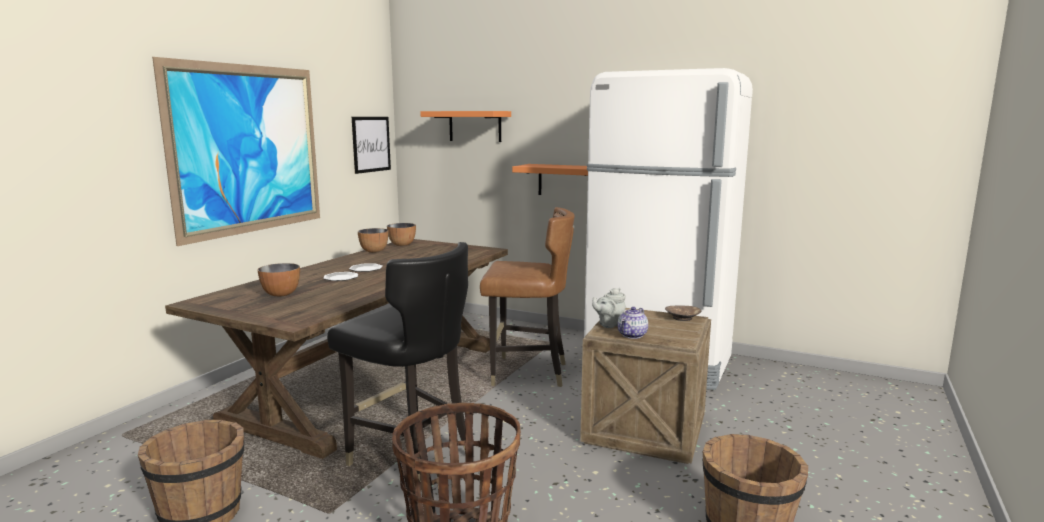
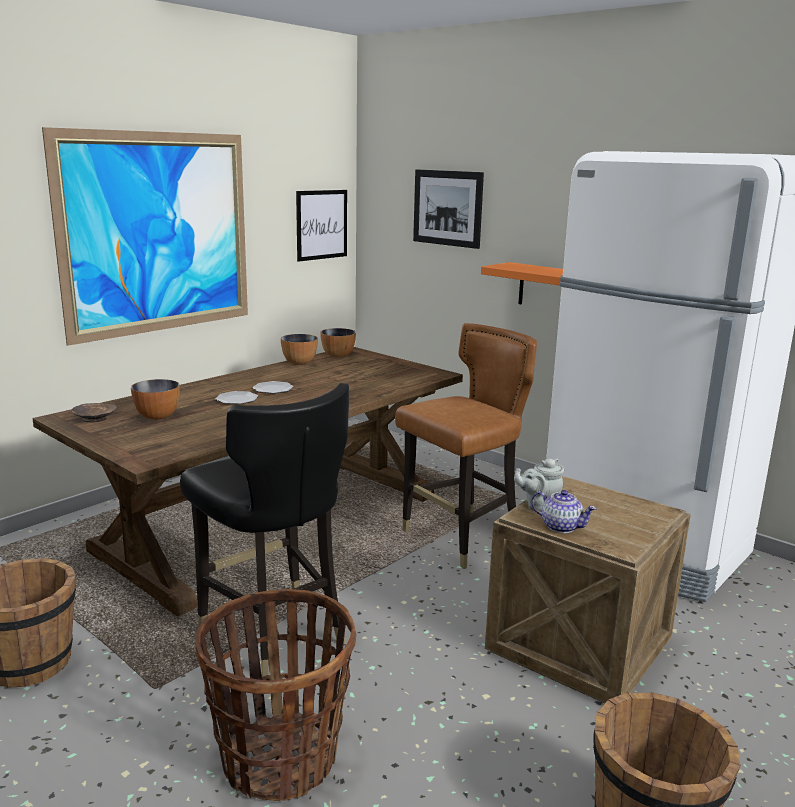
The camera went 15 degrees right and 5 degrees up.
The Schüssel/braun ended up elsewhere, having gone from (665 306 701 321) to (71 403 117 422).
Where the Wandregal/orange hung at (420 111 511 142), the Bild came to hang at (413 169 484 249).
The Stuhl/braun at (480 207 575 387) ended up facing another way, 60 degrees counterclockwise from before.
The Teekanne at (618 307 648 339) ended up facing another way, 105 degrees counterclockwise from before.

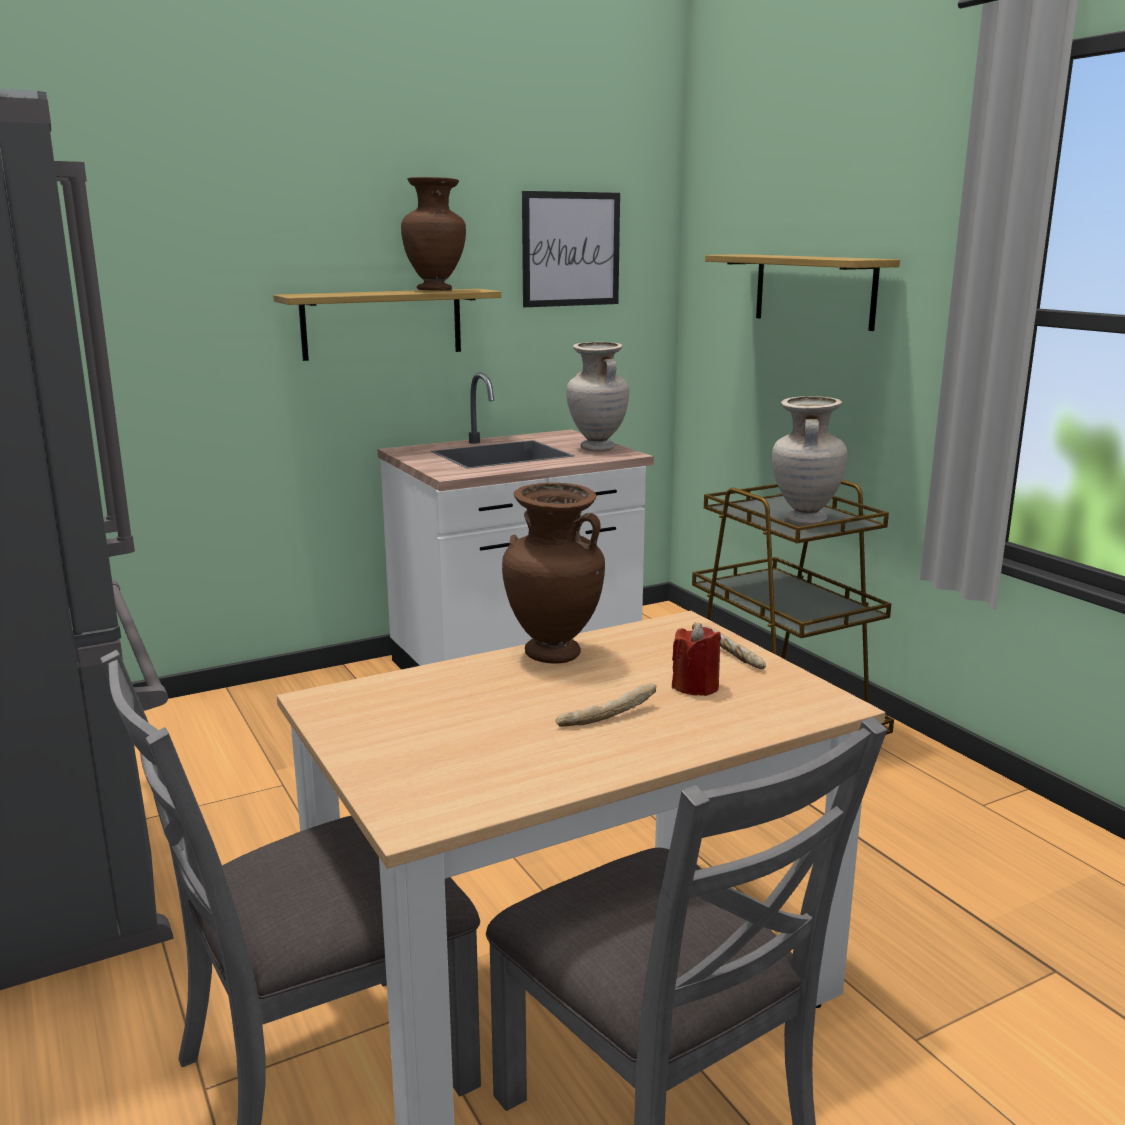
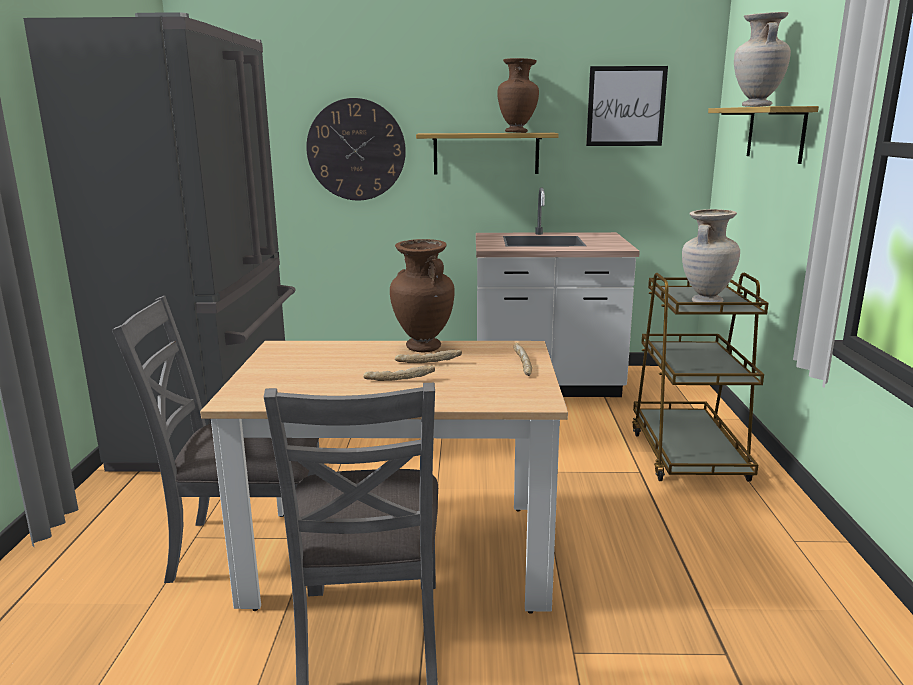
The camera went 30 degrees right and 0 degrees up.
The second view lost the Kerze/rot at (672 623 721 696).
The second view gained the Wanduhr at (306 98 406 200).
The second view gained the Brot at (395 350 462 363).
The Vase/beige ended up elsewhere, having gone from (566 342 629 452) to (734 12 791 107).

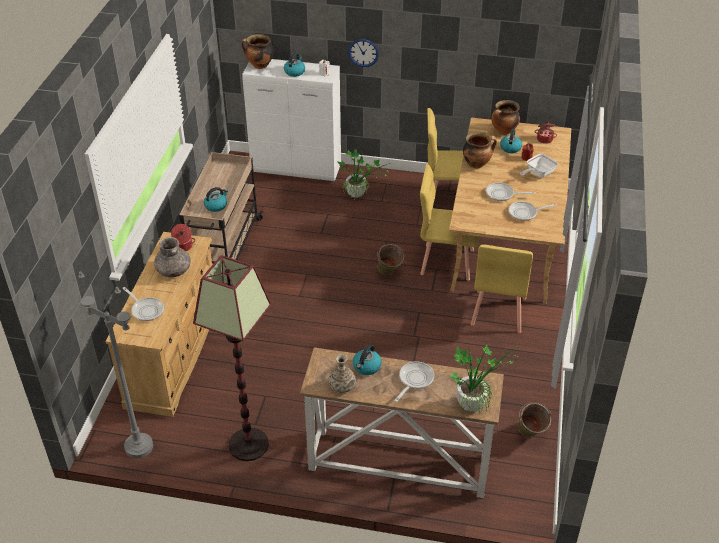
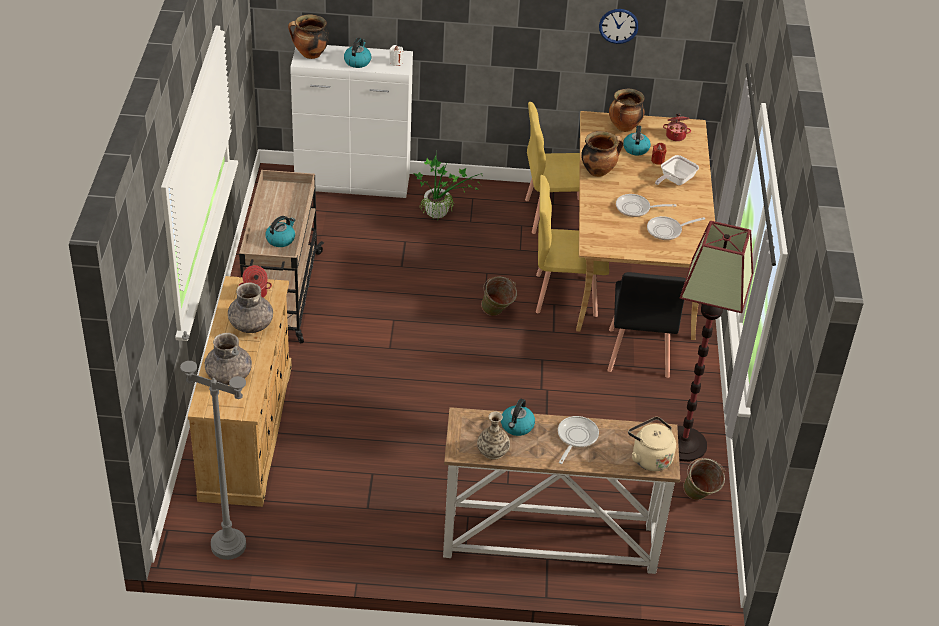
The camera went 10 degrees left and 0 degrees up.
The Stehlampe ended up elsewhere, having gone from (193 255 272 461) to (677 221 753 462).
The Wanduhr ended up elsewhere, having gone from (348 39 379 67) to (599 9 639 44).
Where the Pfanne stood at (122 287 164 321), the Vase/grau came to stand at (205 333 252 385).
Where the Topfpflanze stood at (448 343 521 415), the Wasserkessel/beige came to stand at (628 417 676 471).
What was the Stuhl/gelb at (471 245 533 333) turned into the Stuhl/schwarz at (607 272 686 378).

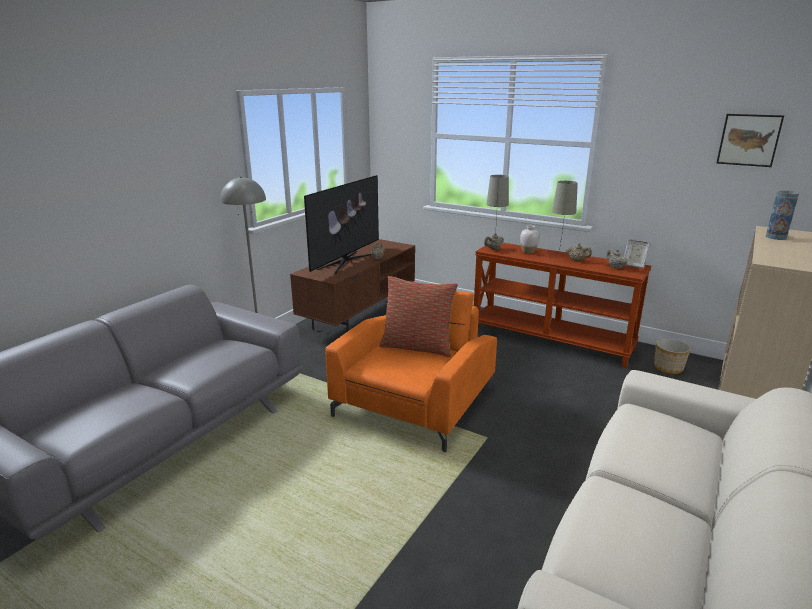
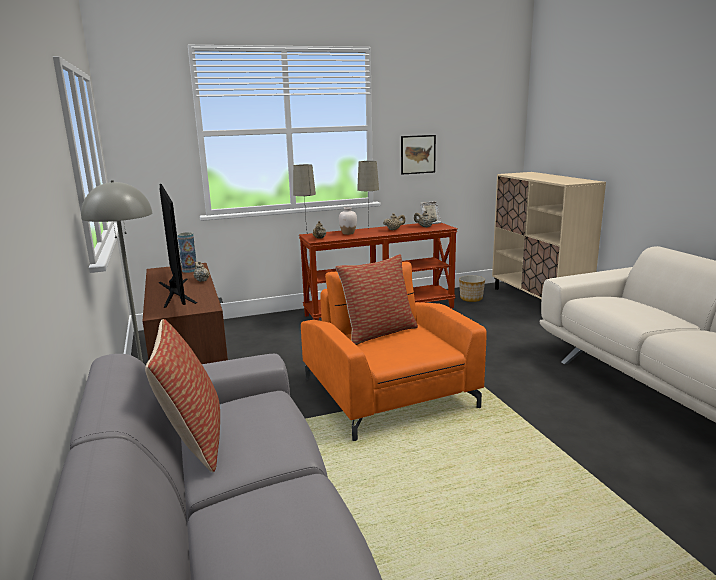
The camera went 50 degrees left and 5 degrees down.
The second view gained the Kissen at (145 319 220 472).
The Bild ended up elsewhere, having gone from (716 114 784 167) to (401 135 436 175).
The Vase ended up elsewhere, having gone from (766 191 799 240) to (177 232 197 273).

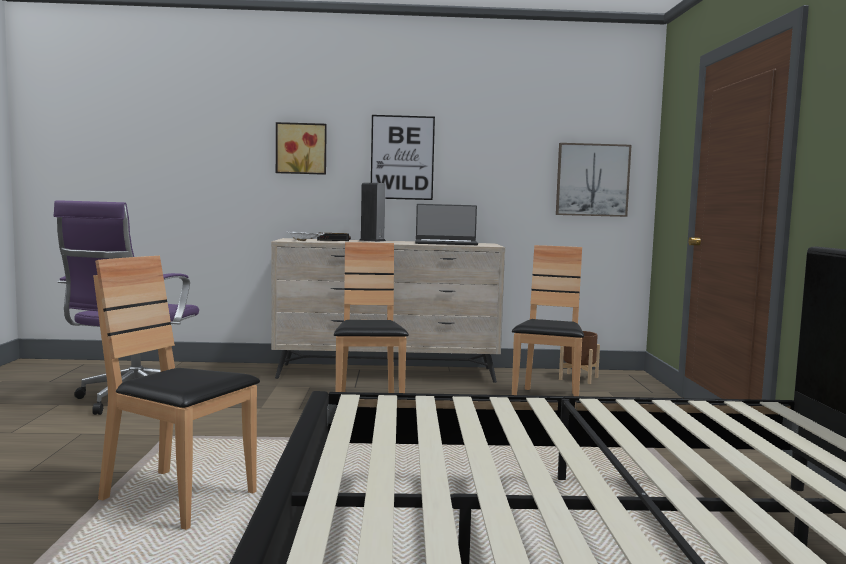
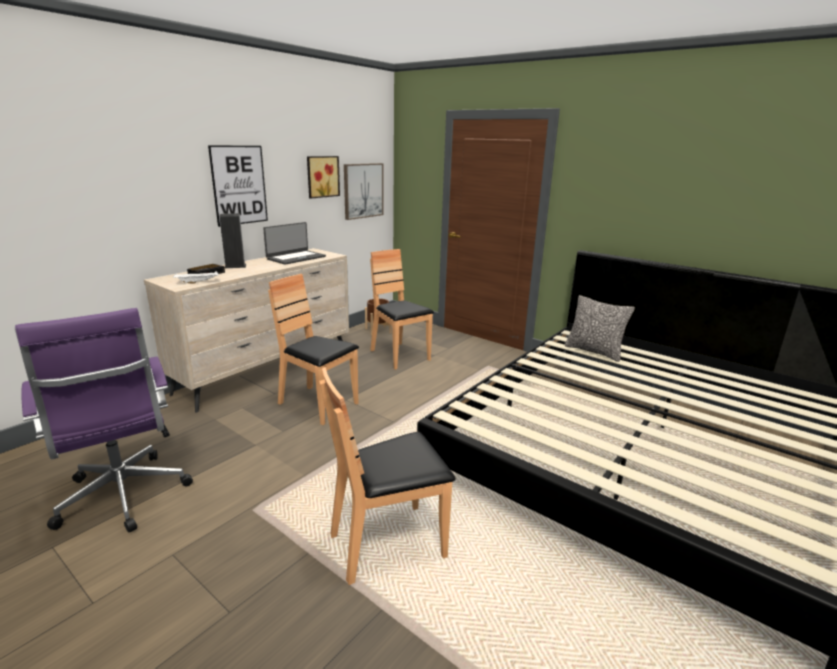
The camera went 50 degrees left and 15 degrees up.
The second view gained the Kissen at (565 295 635 362).
The Bild ended up elsewhere, having gone from (276 122 327 175) to (307 156 340 199).

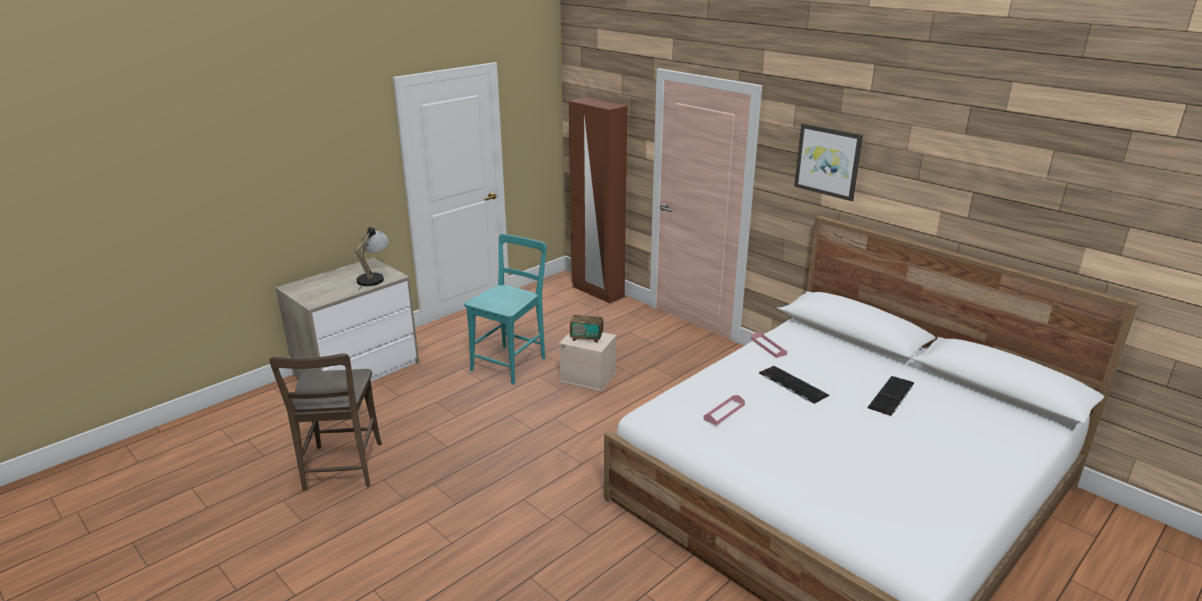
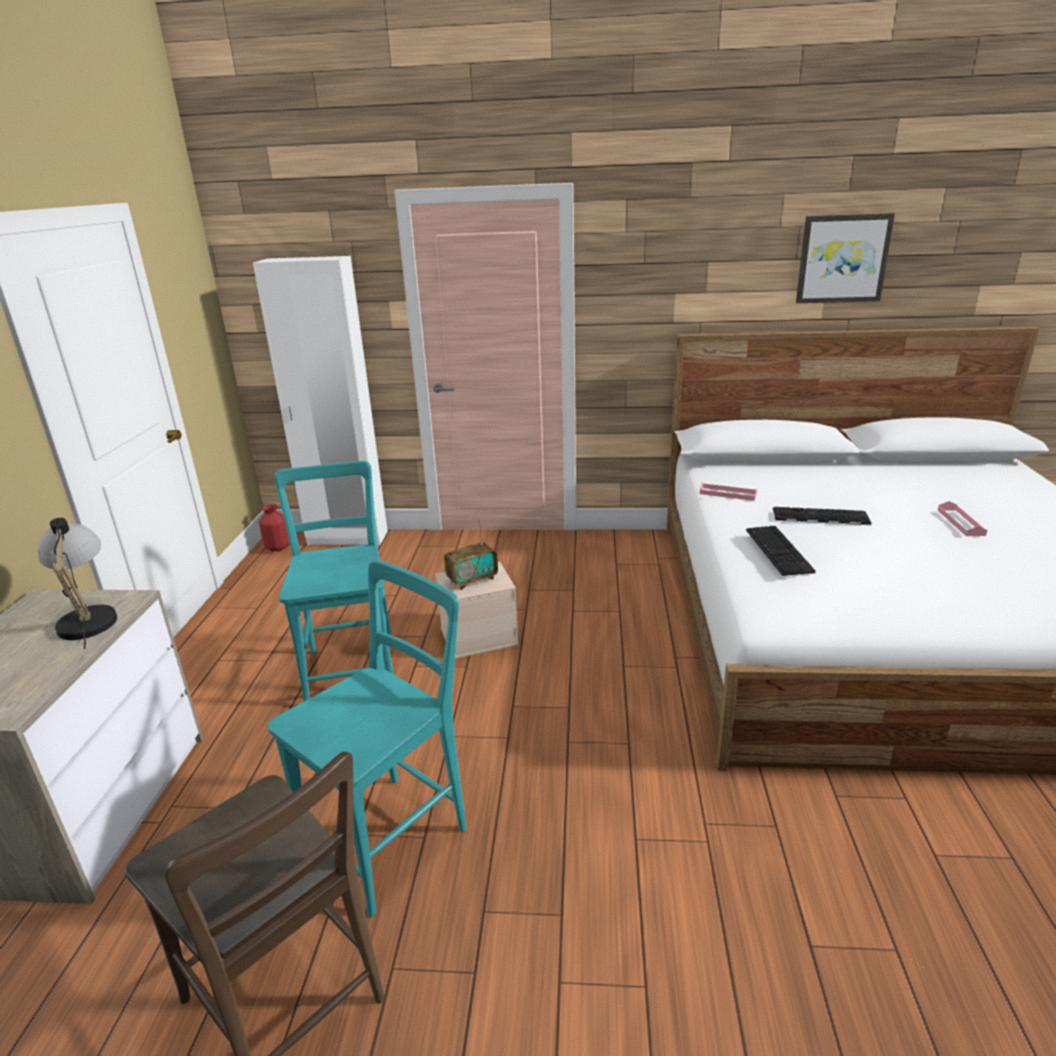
The camera went 40 degrees left and 0 degrees up.
The second view gained the Vase/rot at (259 504 290 551).
The second view gained the Stuhl/türkis at (268 559 467 917).
The Tablett/rosa ended up elsewhere, having gone from (704 395 745 425) to (937 501 987 536).
The Bild ended up elsewhere, having gone from (794 123 863 201) to (796 213 895 303).
The Tastatur ended up elsewhere, having gone from (868 376 914 416) to (746 526 816 576).
What was the Kleiderschrank/braun at (569 97 627 304) turned into the Kleiderschrank/weiß at (253 256 388 545).

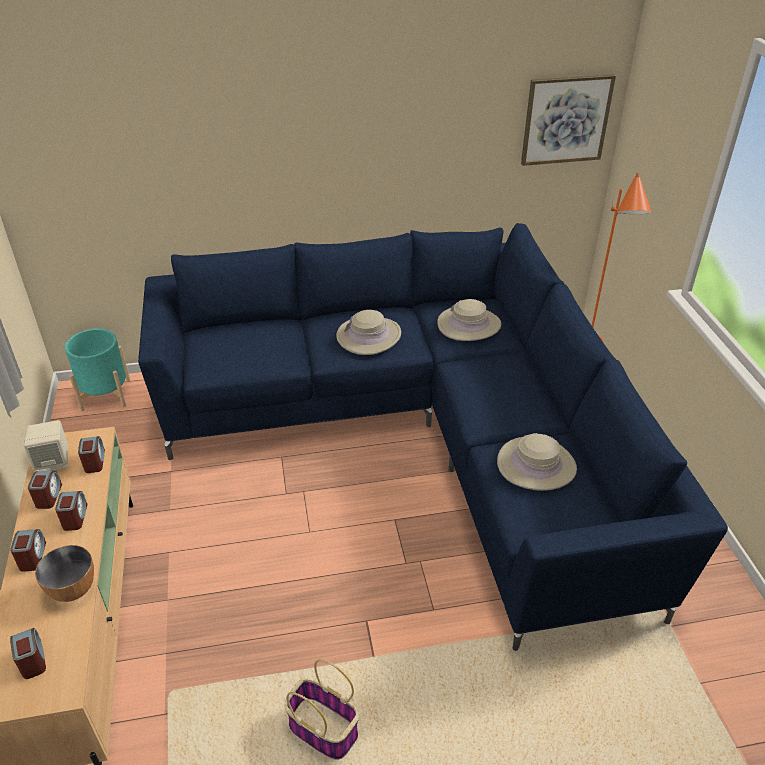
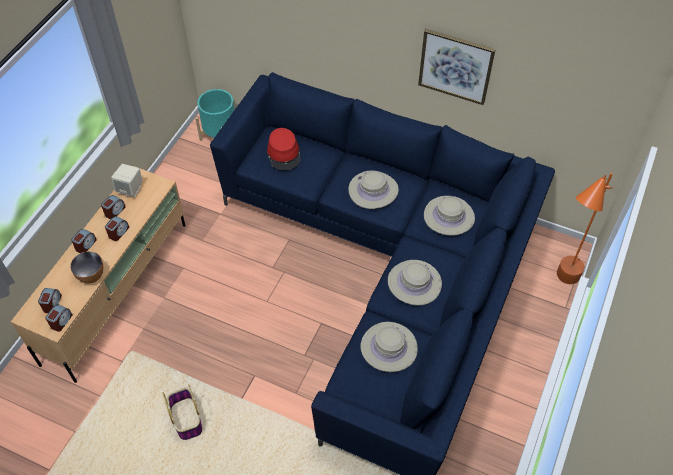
The camera went 35 degrees right and 15 degrees up.
The second view gained the Hut/rot at (267 128 300 171).
The second view gained the Hut/beige at (388 260 442 305).
The Wecker ended up elsewhere, having gone from (78 436 105 473) to (45 305 72 332).
The Bild ended up elsewhere, having gone from (521 74 616 166) to (418 29 496 105).

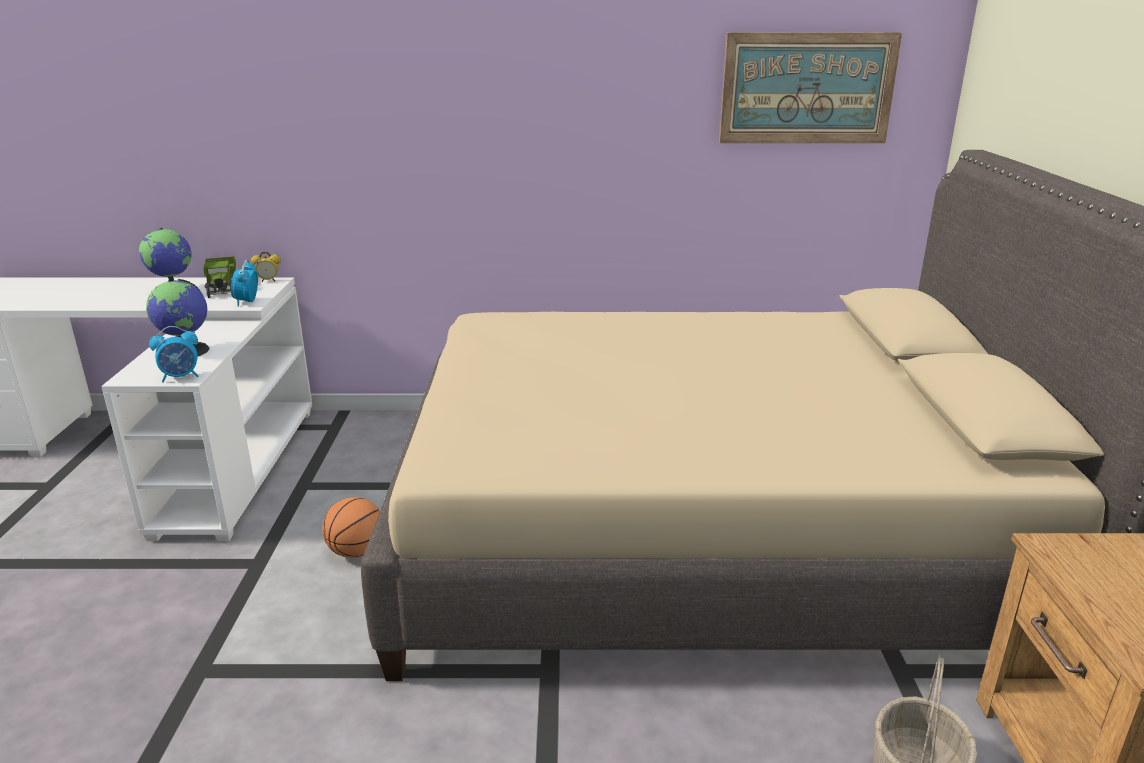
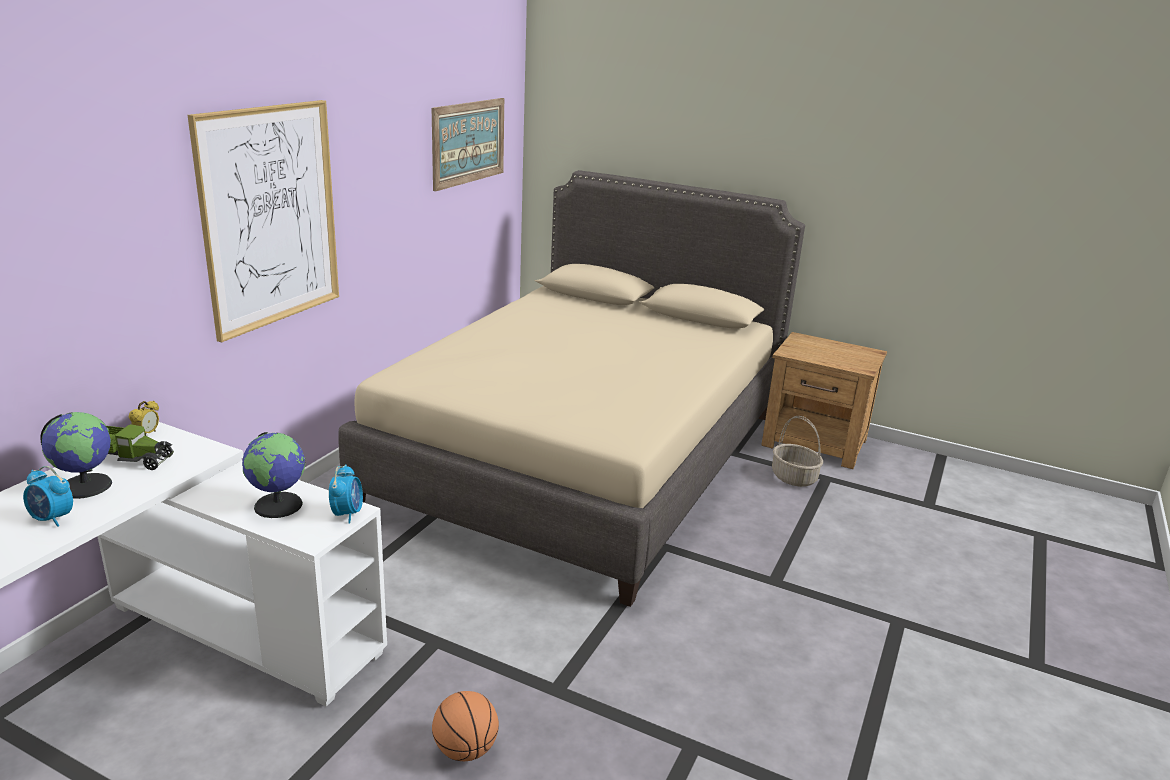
The camera went 65 degrees left and 0 degrees up.
The second view gained the Bild at (188 100 339 342).
The Wecker ended up elsewhere, having gone from (231 260 258 307) to (23 466 73 527).
The Basketball ended up elsewhere, having gone from (322 497 380 558) to (432 691 499 761).

